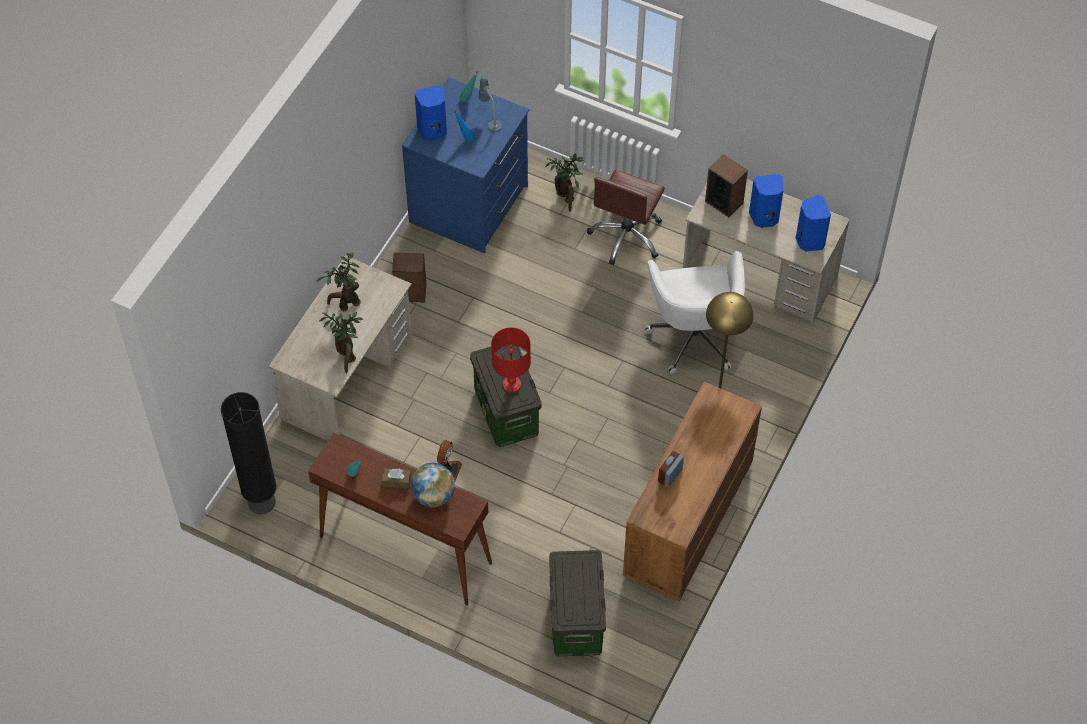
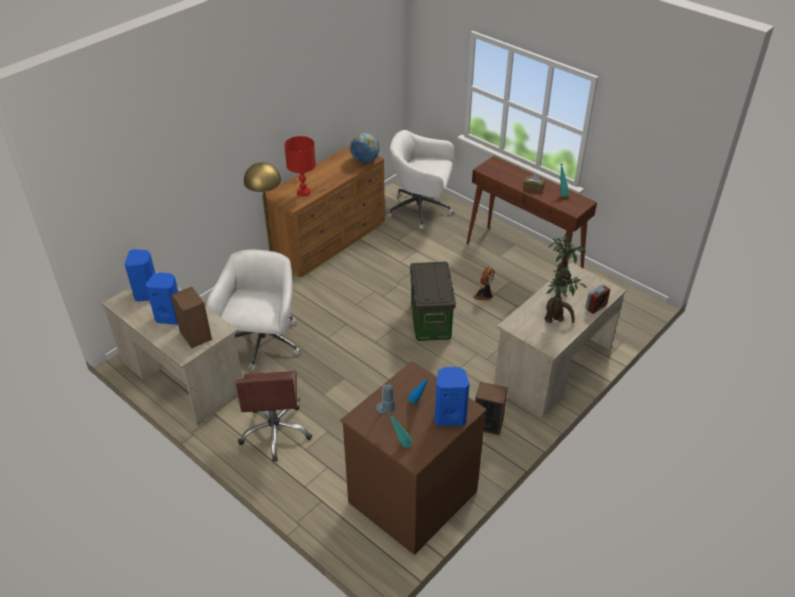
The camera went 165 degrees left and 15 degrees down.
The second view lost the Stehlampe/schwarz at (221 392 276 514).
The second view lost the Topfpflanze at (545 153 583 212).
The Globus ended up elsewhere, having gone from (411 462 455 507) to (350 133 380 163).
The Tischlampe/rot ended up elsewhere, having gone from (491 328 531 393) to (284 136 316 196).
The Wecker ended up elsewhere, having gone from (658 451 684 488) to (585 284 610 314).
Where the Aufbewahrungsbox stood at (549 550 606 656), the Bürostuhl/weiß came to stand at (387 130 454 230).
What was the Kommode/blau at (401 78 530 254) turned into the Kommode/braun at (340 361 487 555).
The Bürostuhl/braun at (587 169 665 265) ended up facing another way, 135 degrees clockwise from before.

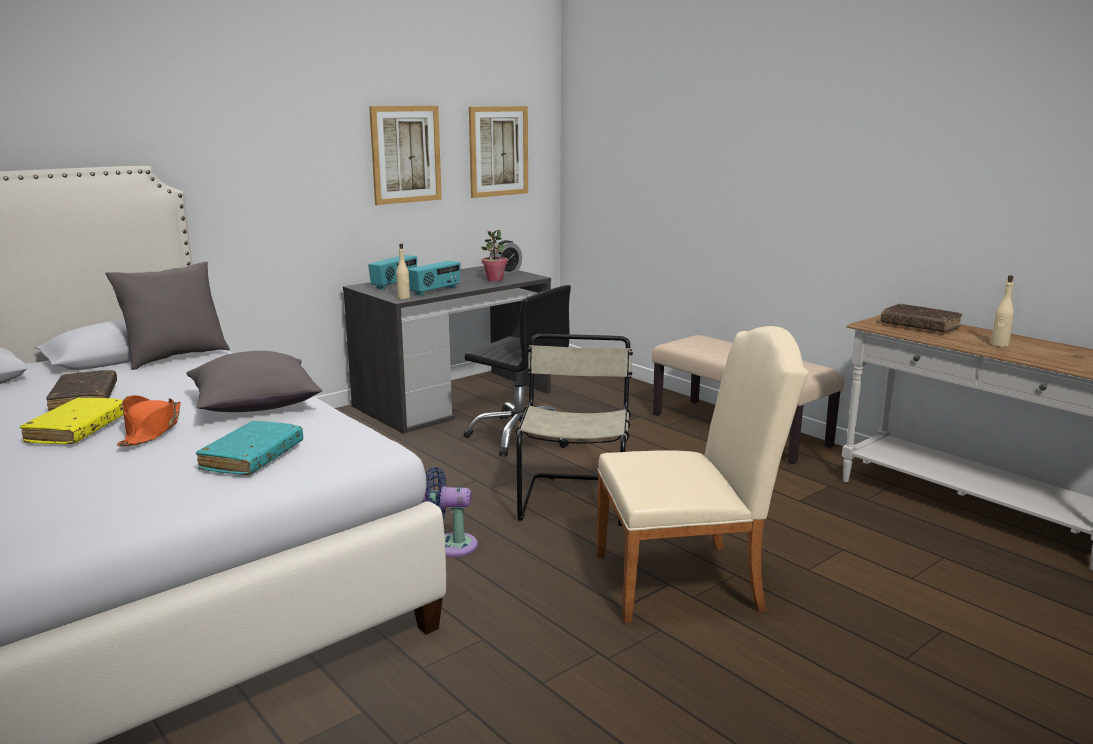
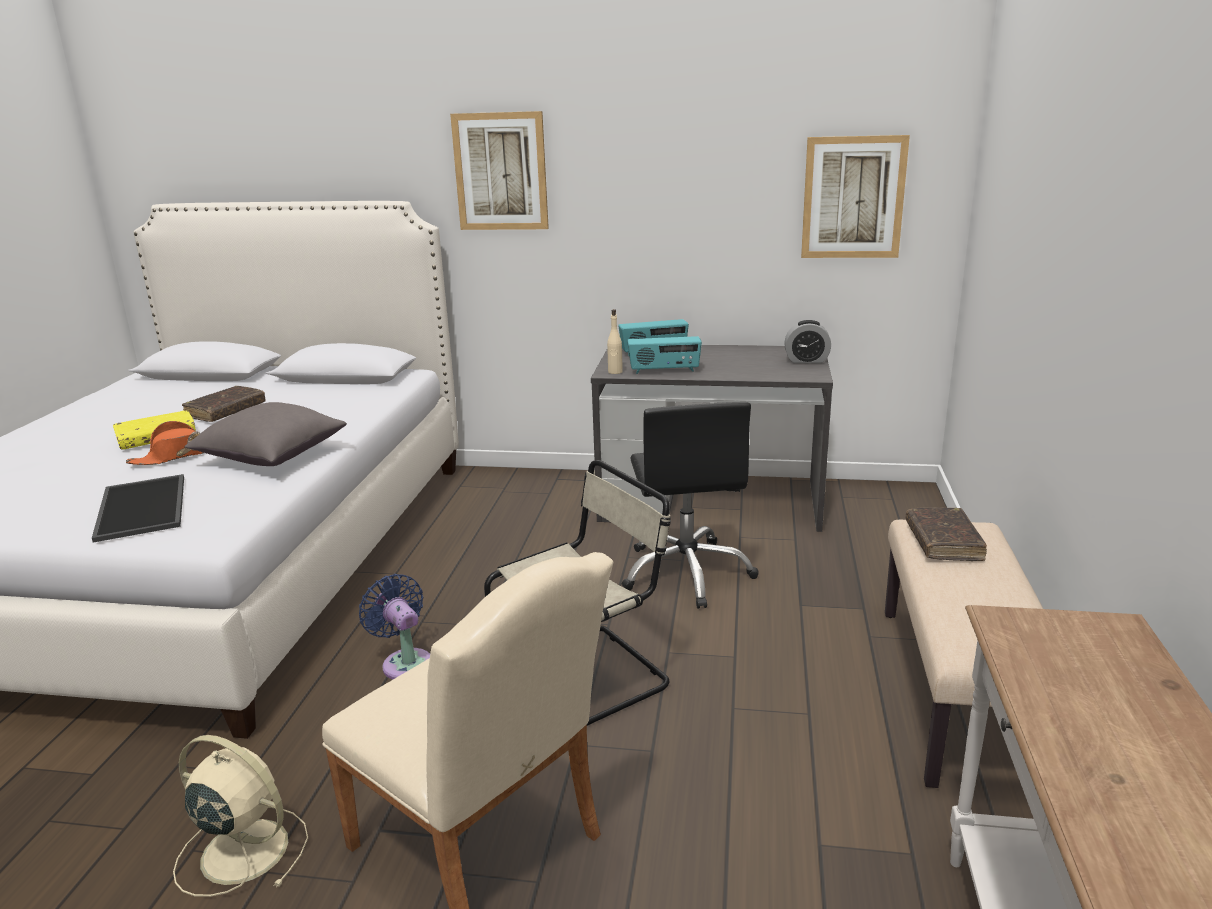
The camera went 50 degrees right and 5 degrees up.
The second view lost the Kissen/grau at (105 262 230 370).
The second view lost the Topfpflanze at (481 230 508 281).
The second view lost the Flasche/beige at (991 275 1014 347).
The second view gained the Ventilator/beige at (173 735 308 897).
The Bild ended up elsewhere, having gone from (369 106 442 205) to (450 111 549 230).
The Buch/braun ended up elsewhere, having gone from (881 304 962 332) to (906 507 987 561).
Where the Buch/türkis stood at (196 421 303 475), the Tablett came to stand at (92 474 184 542).

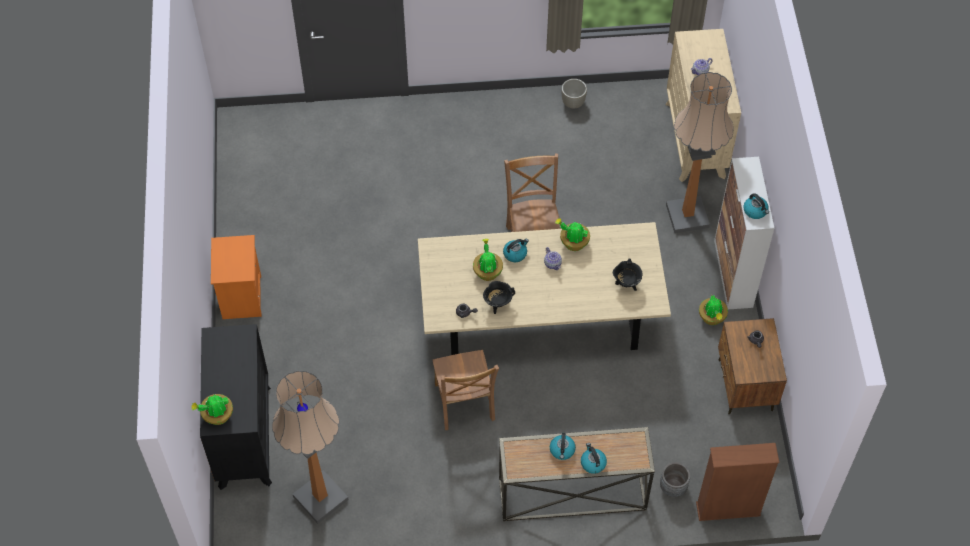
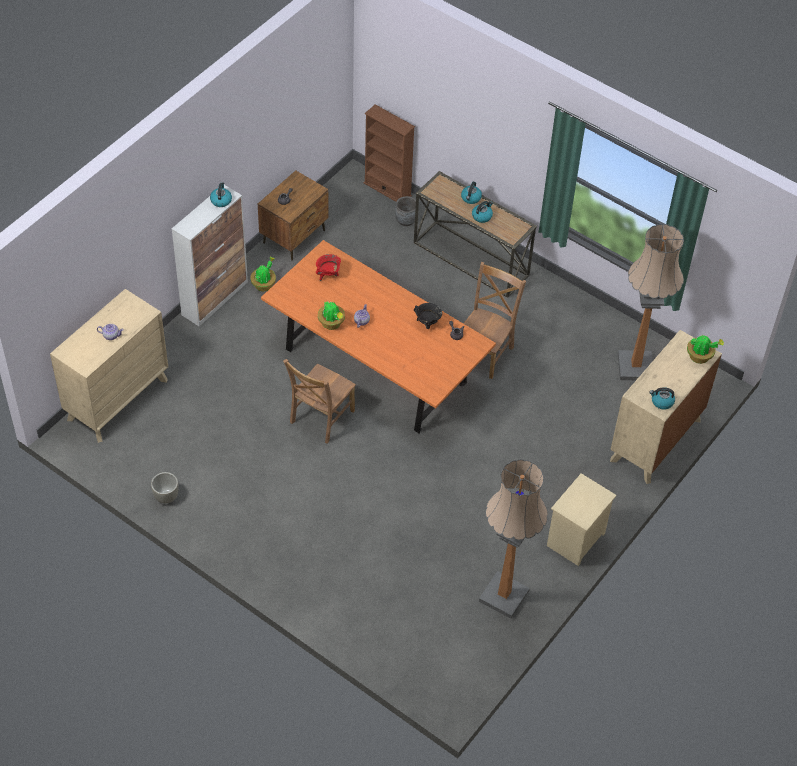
The camera went 140 degrees left and 5 degrees down.
The second view lost the Topfpflanze at (473 239 503 281).
The Wasserkessel ended up elsewhere, having gone from (503 239 529 262) to (649 387 675 410).
The Stehlampe ended up elsewhere, having gone from (666 72 734 233) to (479 459 548 618).
What was the Kommode/schwarz at (200 324 272 490) turned into the Kommode/beige at (610 330 722 484).
What was the Nachttisch/orange at (211 235 262 319) turned into the Nachttisch/beige at (547 473 616 566).
What was the Esstisch/beige at (418 222 671 355) turned into the Esstisch/orange at (261 240 496 433).
What was the Kochtopf/schwarz at (613 258 643 291) turned into the Kochtopf/rot at (316 254 341 281).

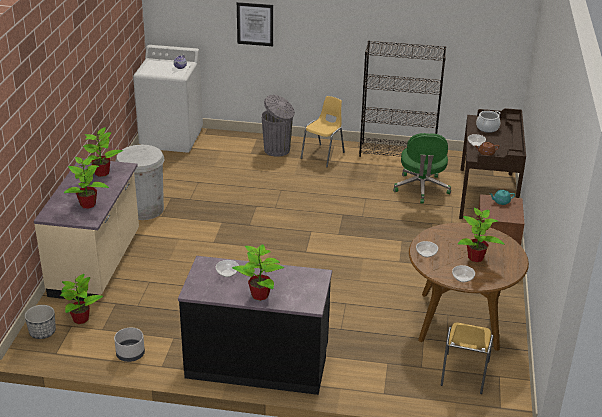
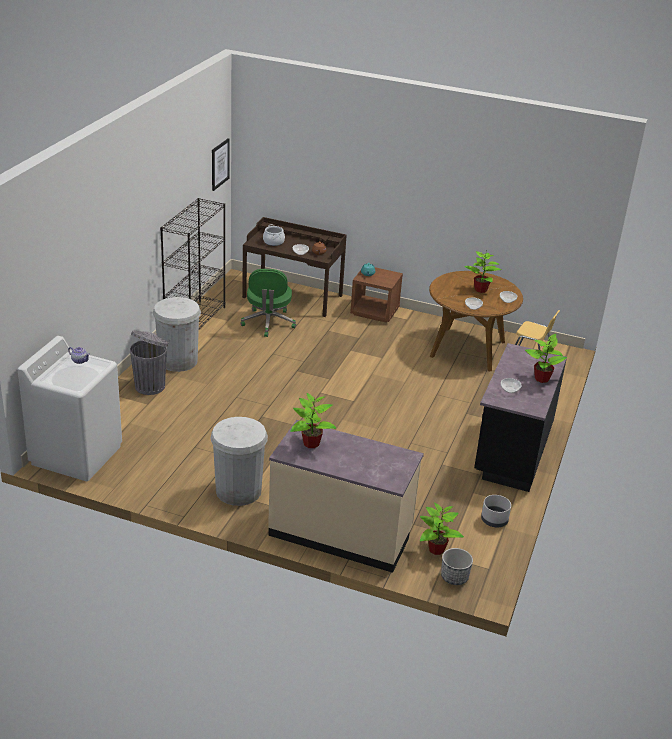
The camera went 80 degrees left and 0 degrees up.
The second view lost the Topfpflanze at (64 157 109 209).
The Bild ended up elsewhere, having gone from (237 2 273 46) to (212 138 229 191).
Where the Stuhl/gelb stood at (301 96 345 167), the Mülleimer/weiß came to stand at (153 297 201 372).
The Bürostuhl/grün at (393 133 451 204) ended up facing another way, 75 degrees clockwise from before.

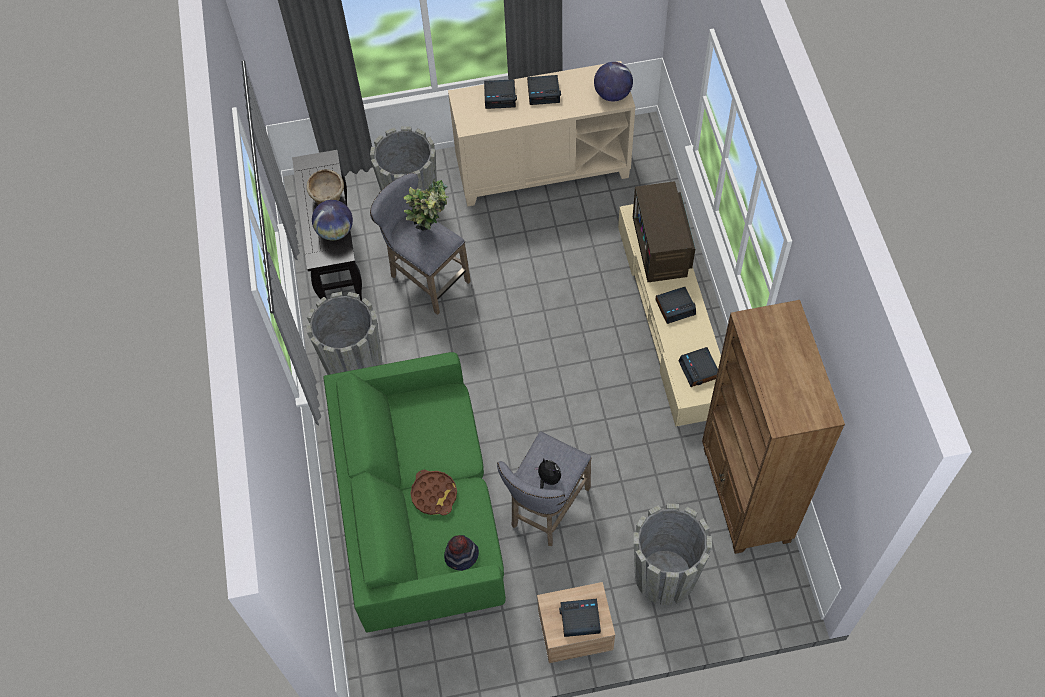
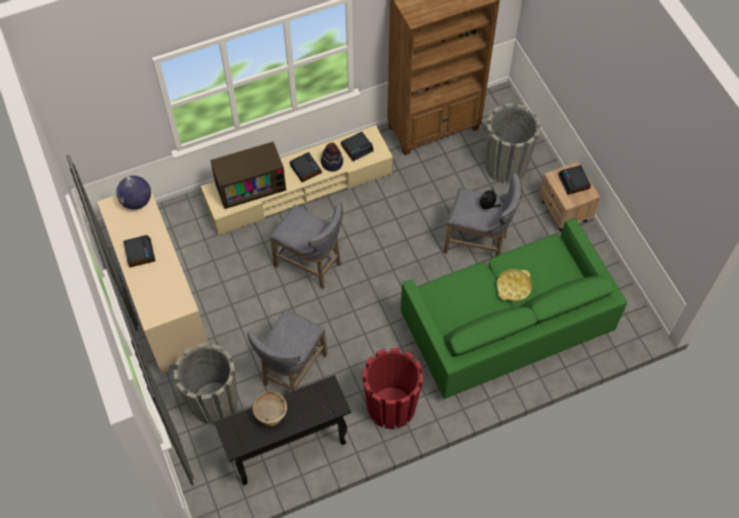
The camera went 105 degrees left and 0 degrees up.
The second view lost the Globus at (312 200 353 241).
The second view lost the Topfpflanze at (404 178 449 230).
The second view lost the Wecker at (484 79 517 109).
The second view gained the Hocker/grau at (270 202 343 289).
The Hut ended up elsewhere, having gone from (444 535 479 571) to (321 143 343 172).
What was the Pflanzkübel/grau at (306 291 383 375) turned into the Pflanzkübel/rot at (362 348 423 429).
What was the Tablett/braun at (410 470 457 515) turned into the Tablett/gelb at (496 269 532 301).

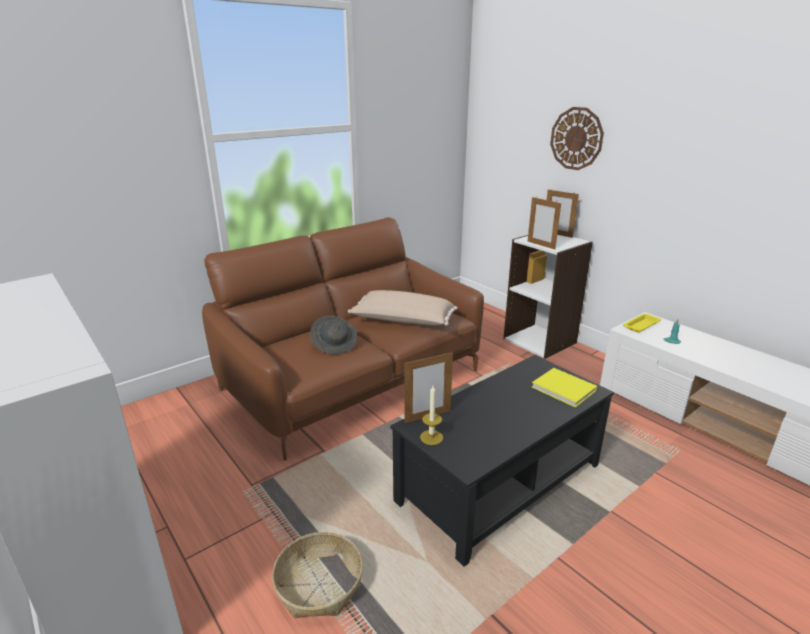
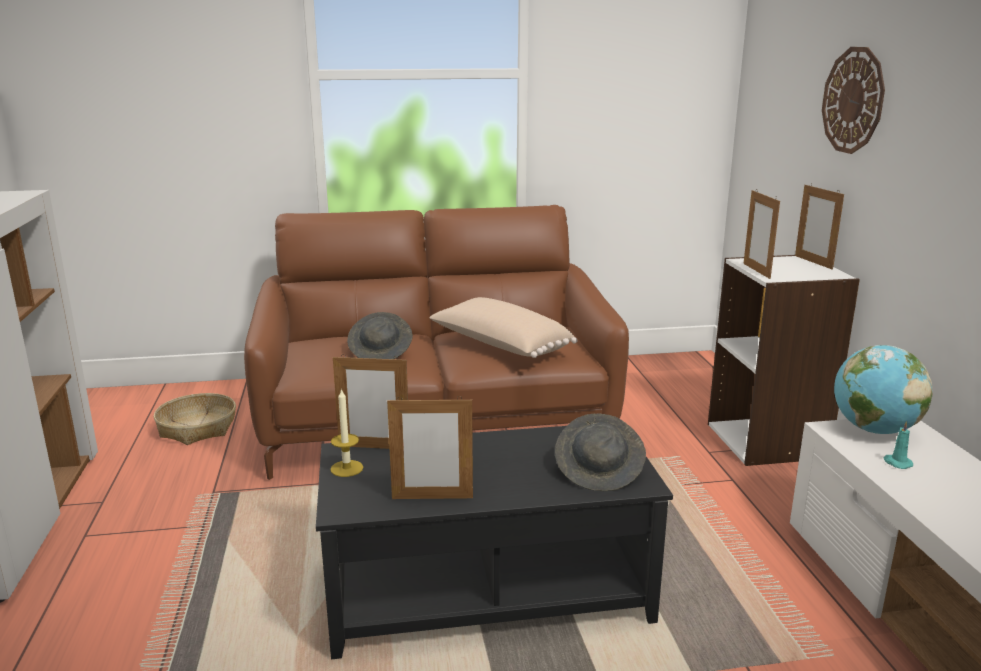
The camera went 30 degrees right and 5 degrees down.
The second view gained the Bilderrahmen at (387 396 473 499).
The Korb ended up elsewhere, having gone from (272 532 363 618) to (154 393 236 445).
Where the Buch/gelb stood at (532 368 597 408), the Hut/grau came to stand at (555 414 646 491).
Where the Tablett/gelb stood at (623 314 661 333), the Globus came to stand at (834 345 933 434).

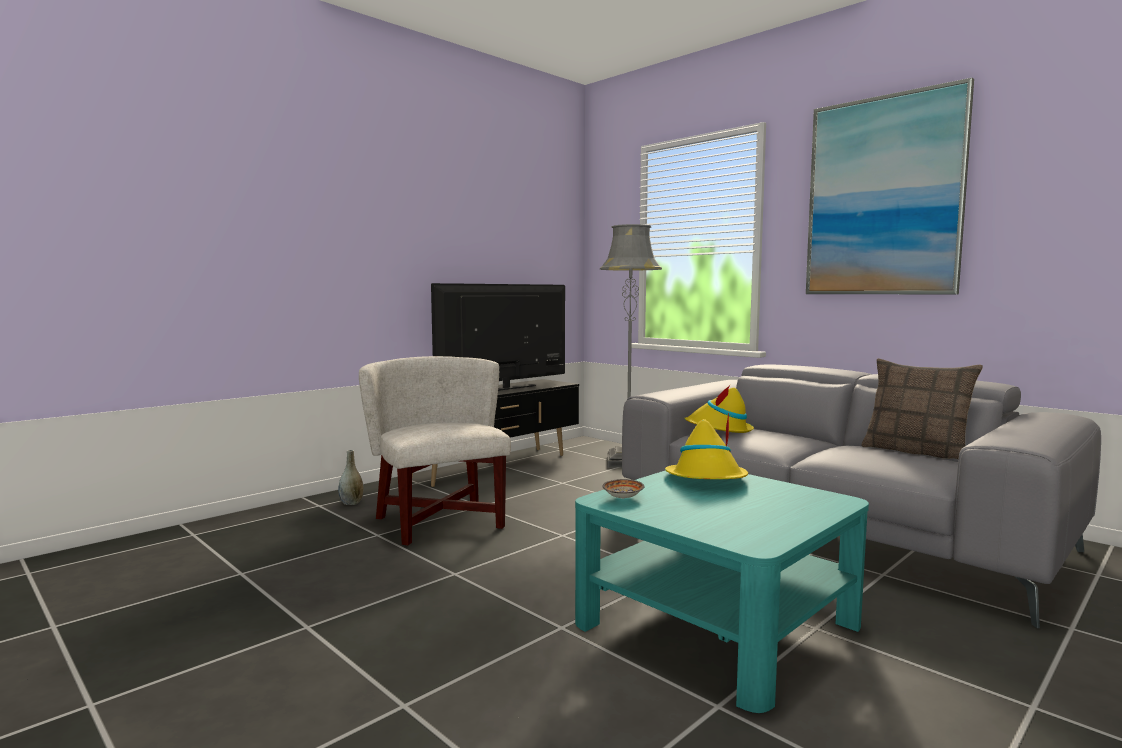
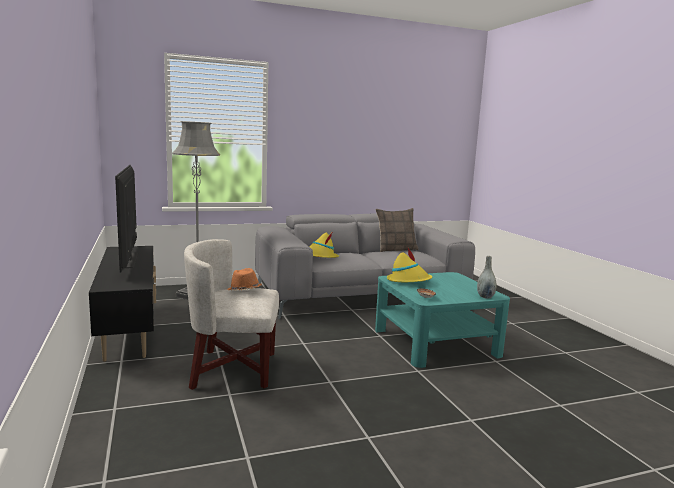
The camera went 65 degrees left and 5 degrees up.
The second view lost the Bild at (806 78 974 294).
The second view gained the Hut/orange at (227 268 262 291).
The Vase/grau ended up elsewhere, having gone from (338 450 363 505) to (477 256 497 299).

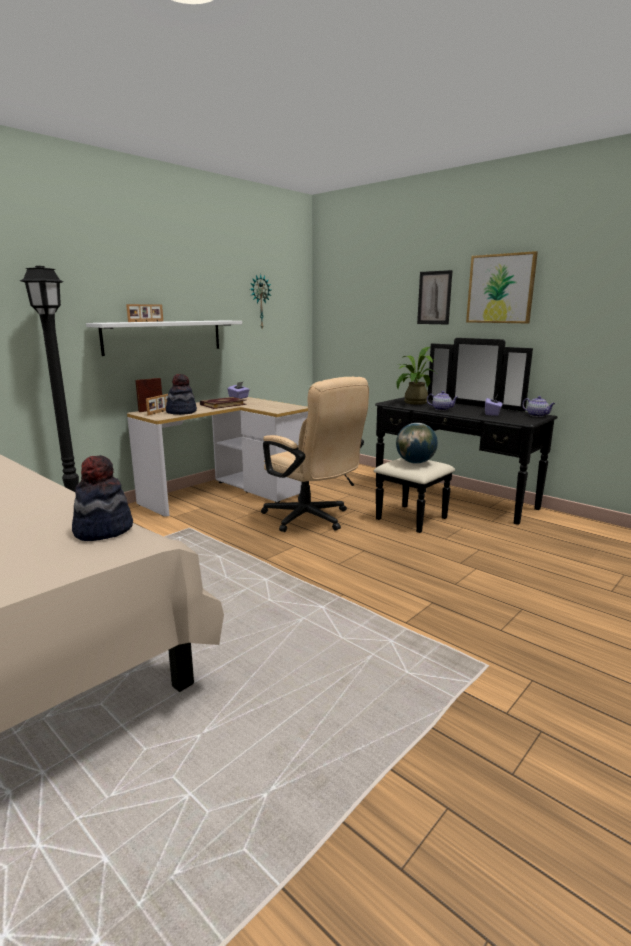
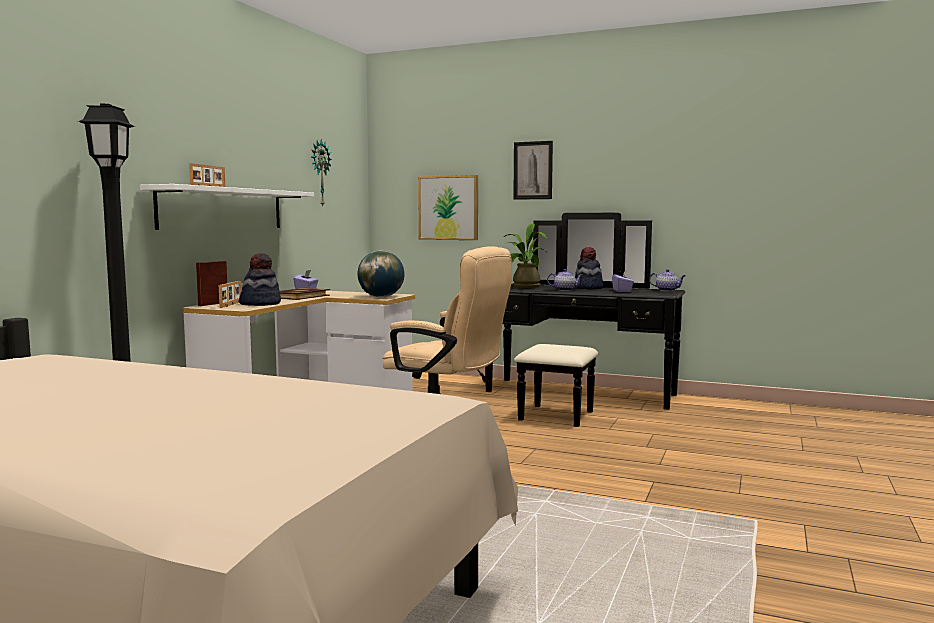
The camera went 20 degrees left and 10 degrees down.
The Hut ended up elsewhere, having gone from (72 455 133 541) to (575 247 603 290).
The Globus ended up elsewhere, having gone from (396 423 438 464) to (358 251 405 297).
The Bild ended up elsewhere, having gone from (466 251 538 323) to (418 175 478 240).

